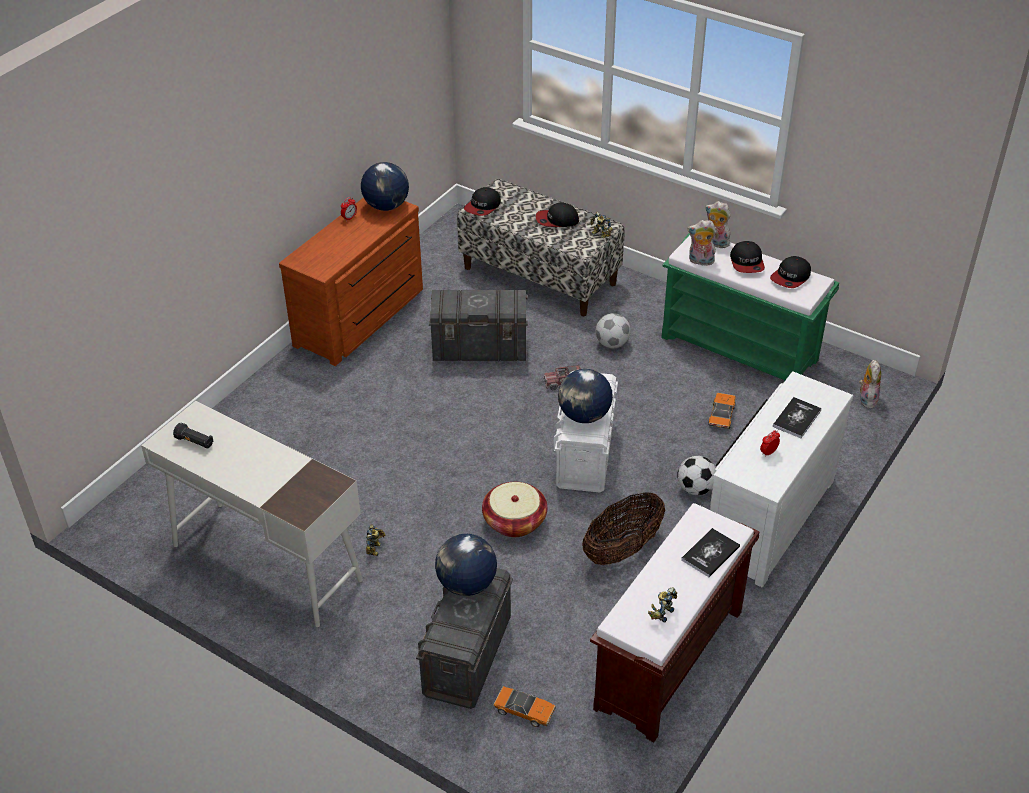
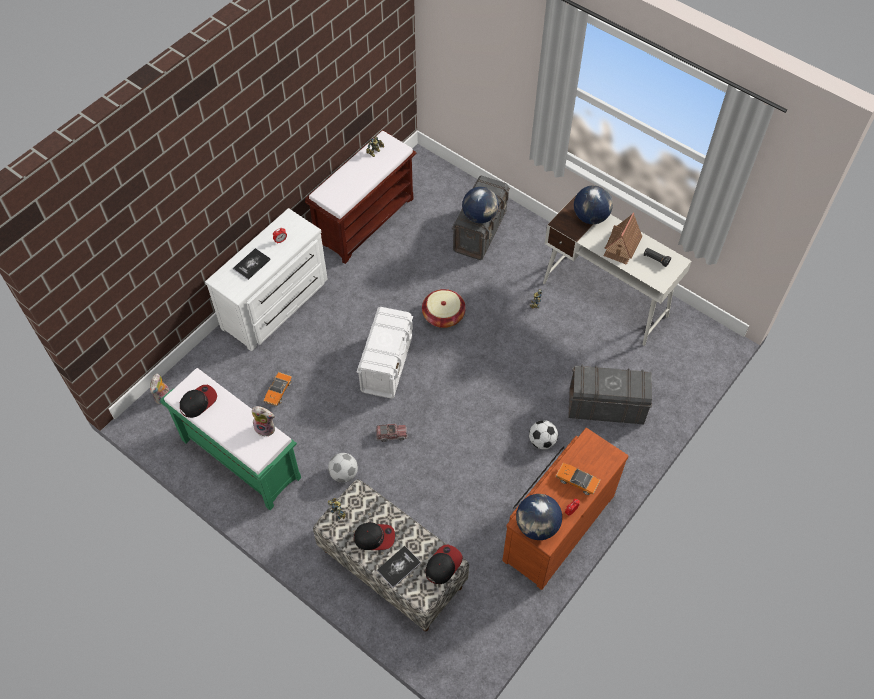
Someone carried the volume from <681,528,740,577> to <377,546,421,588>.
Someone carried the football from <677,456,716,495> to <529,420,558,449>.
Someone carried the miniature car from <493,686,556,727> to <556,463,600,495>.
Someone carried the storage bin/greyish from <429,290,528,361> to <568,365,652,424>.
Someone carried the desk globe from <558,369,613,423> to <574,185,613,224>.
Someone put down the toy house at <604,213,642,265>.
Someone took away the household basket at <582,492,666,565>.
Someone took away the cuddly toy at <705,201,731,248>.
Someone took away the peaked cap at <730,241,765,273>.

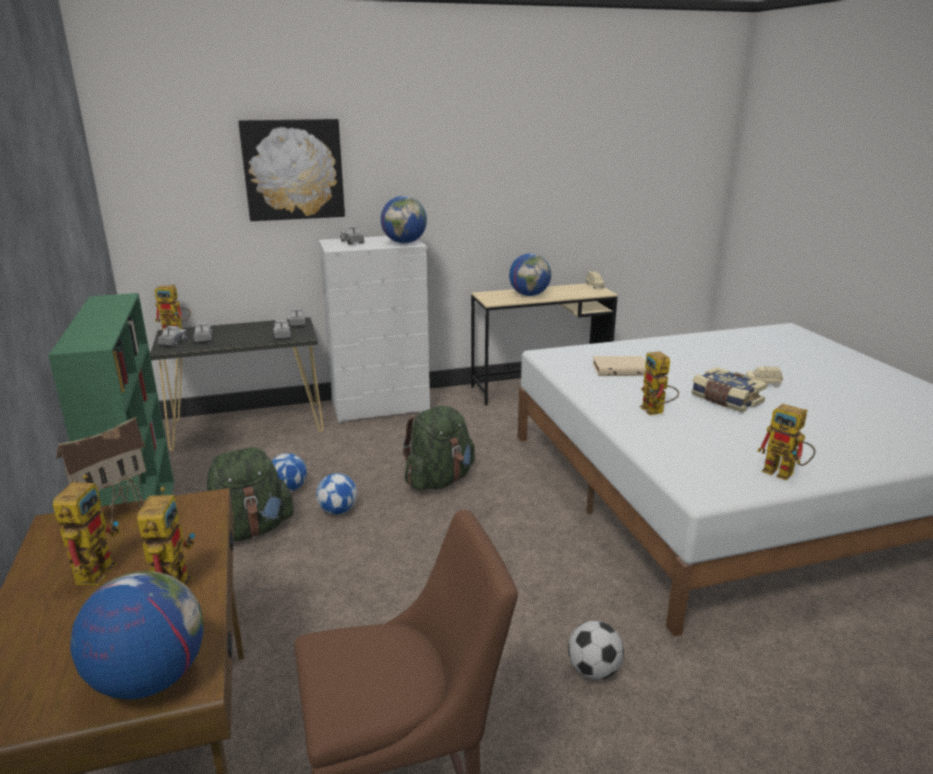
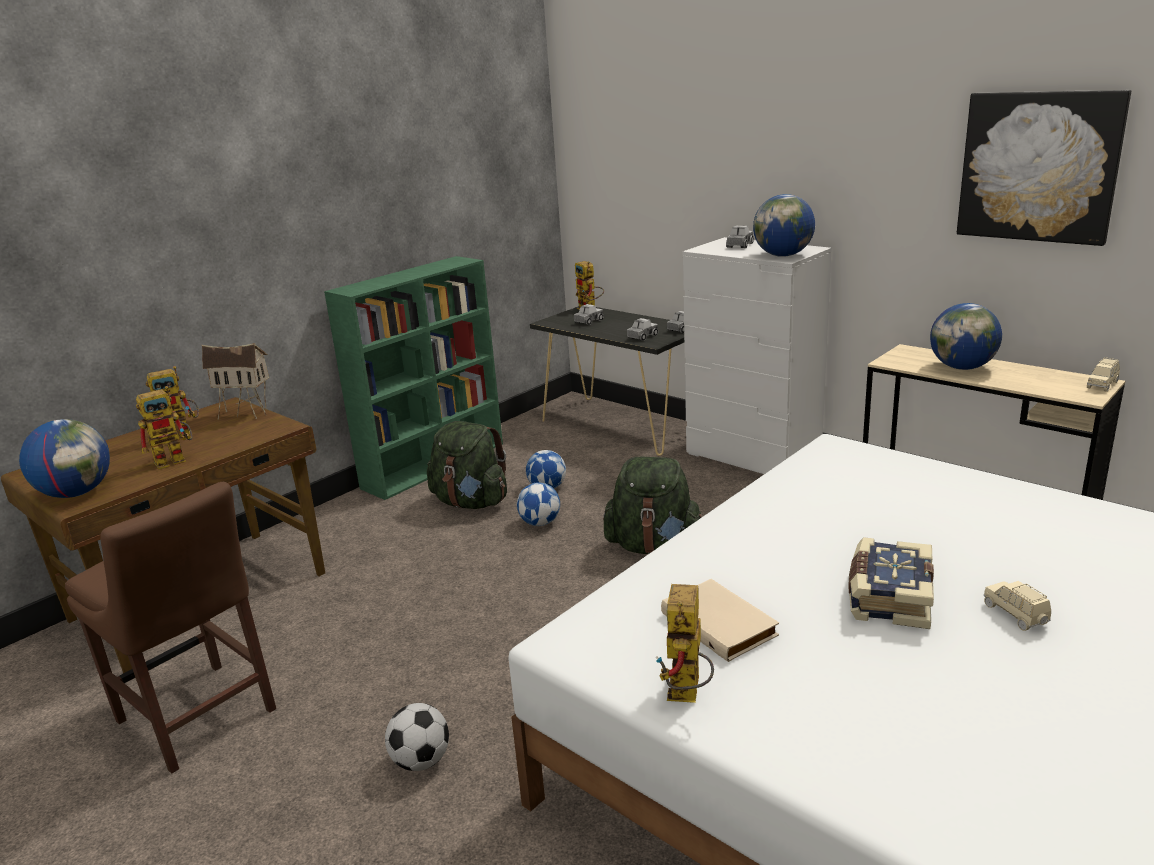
Someone carried the volume/sand-coloured from <592,356,646,376> to <661,579,779,662>.
Someone carried the picture from <238,119,345,221> to <957,90,1131,246>.
Someone took away the model truck at <158,326,188,346>.
Someone took away the toy robot at <640,351,679,415>.

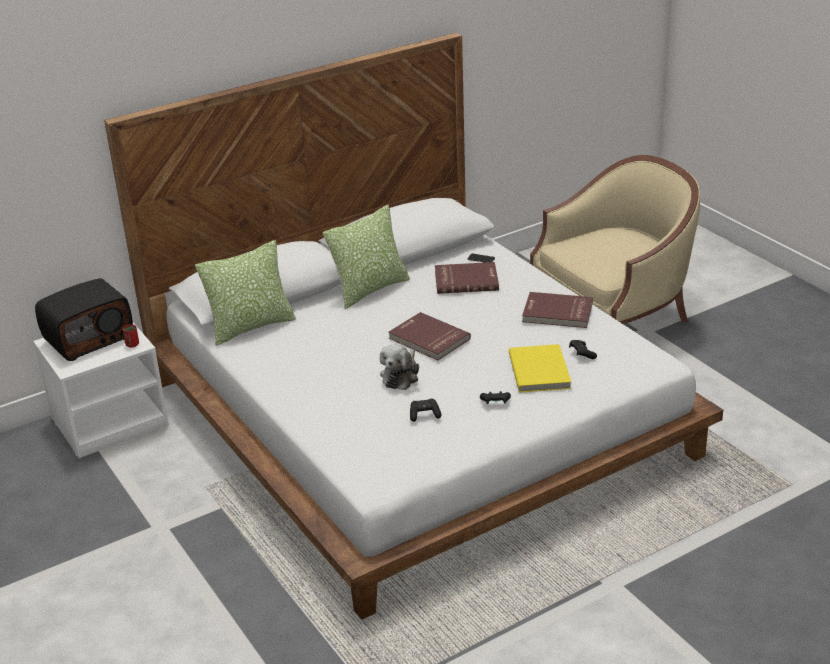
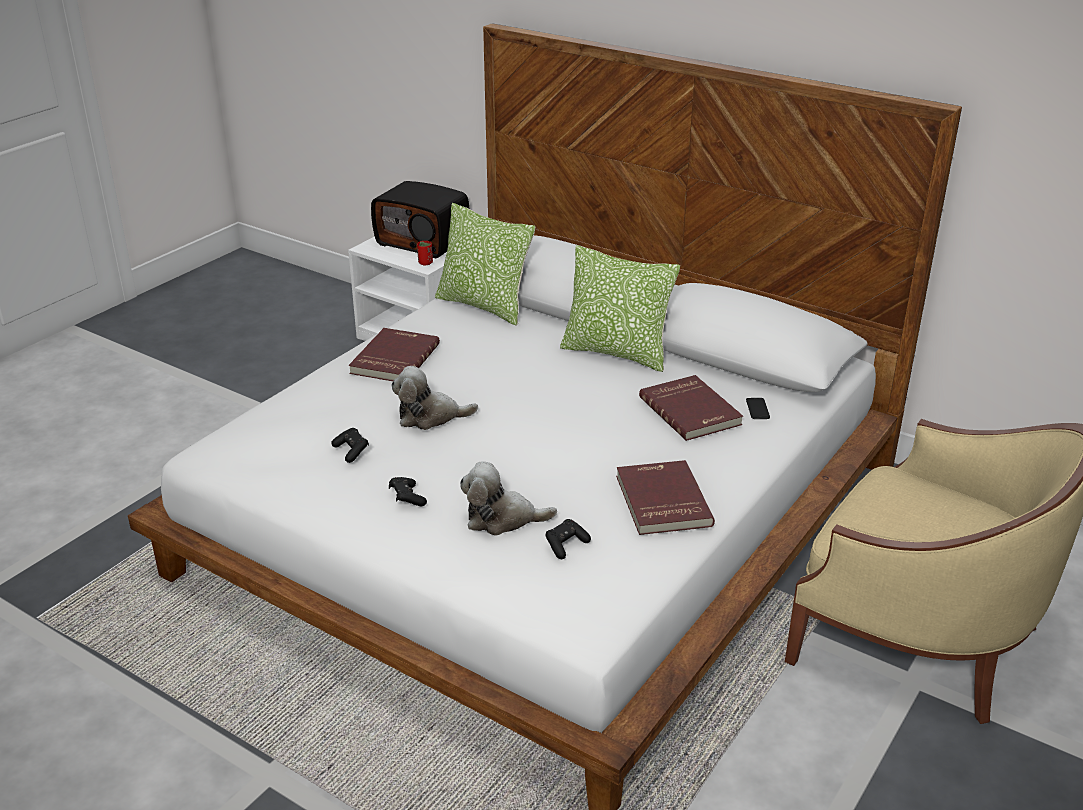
Someone carried the volume/red-coloured from <389,312,471,360> to <349,328,440,381>.
Someone swapped the volume/yellowish at <509,344,571,392> for the cuddly toy at <460,461,557,536>.

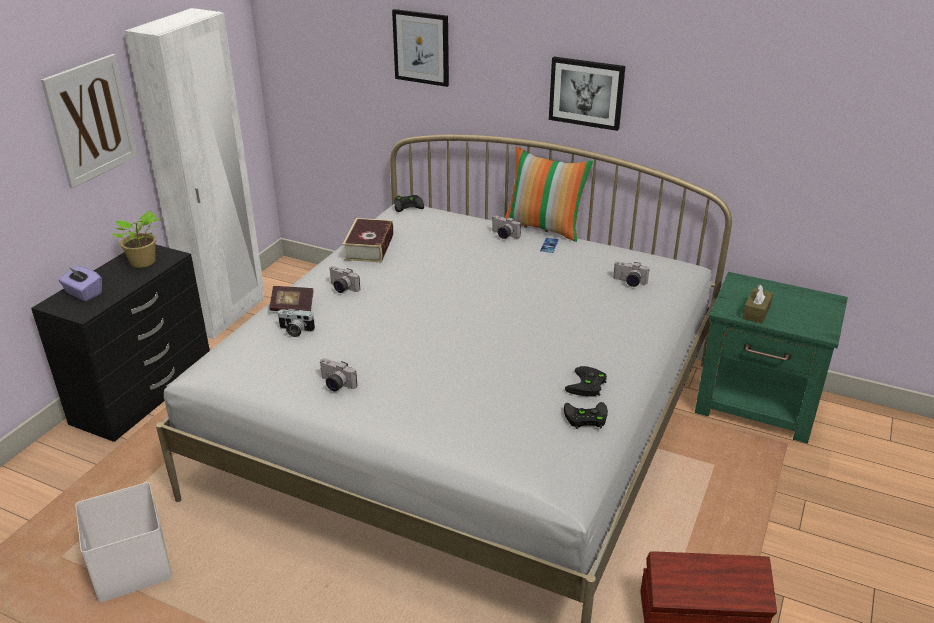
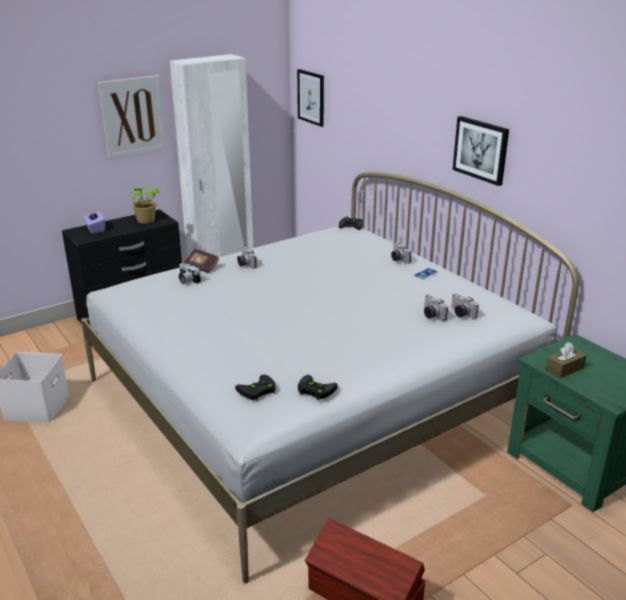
Someone carried the gamepad/black from <565,366,607,397> to <235,375,276,401>.
Someone carried the picture from <392,9,449,87> to <297,69,324,127>.
Someone carried the photo camera from <319,358,357,392> to <424,295,448,321>.
Someone took away the volume at <343,218,394,262>.
Someone took away the cushion at <505,147,593,242>.

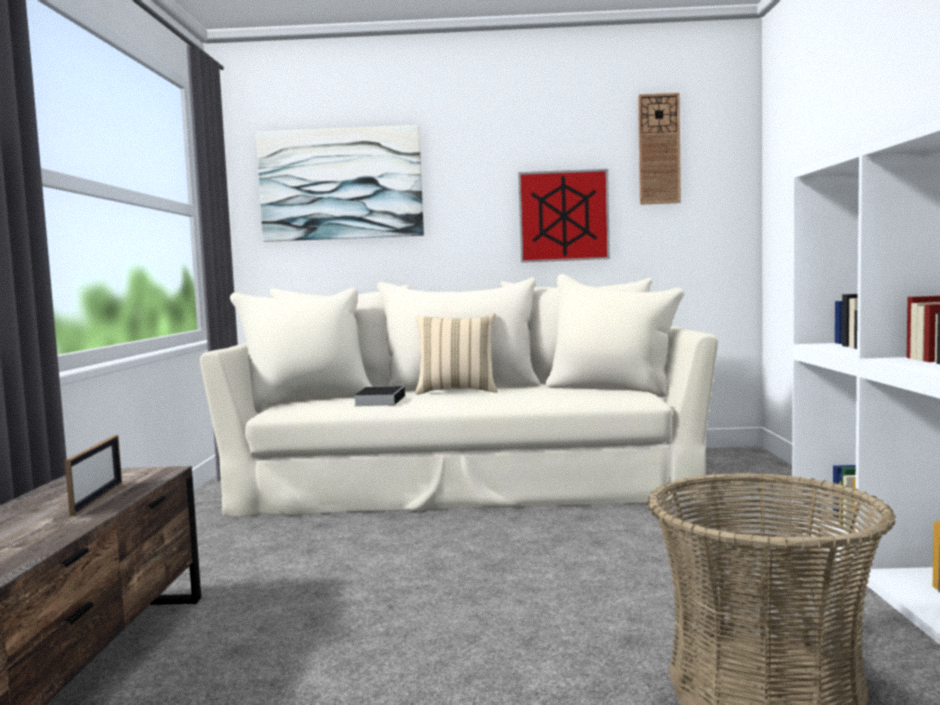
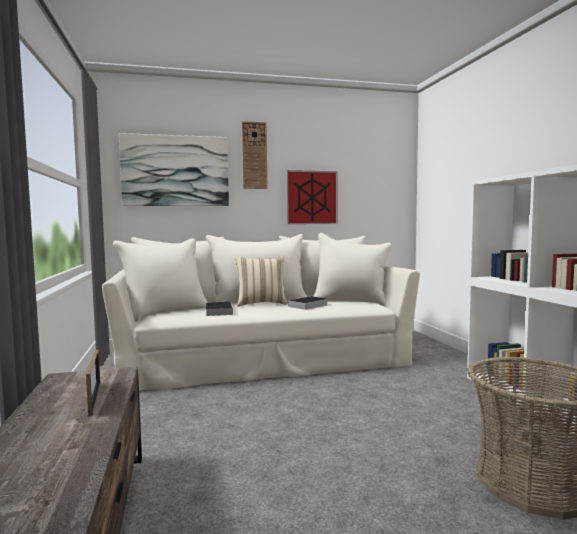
Someone carried the clock on the wall from <638,93,681,205> to <242,121,268,189>.
Someone put down the volume at <284,296,327,310>.

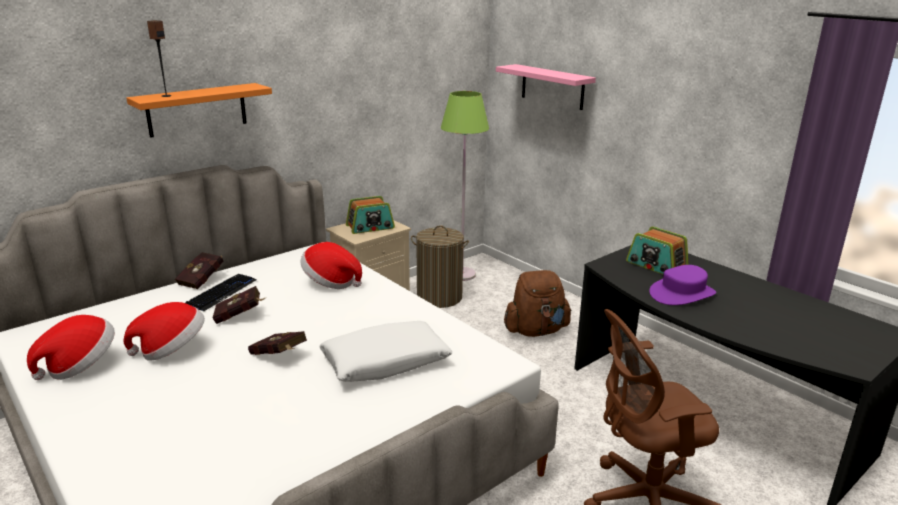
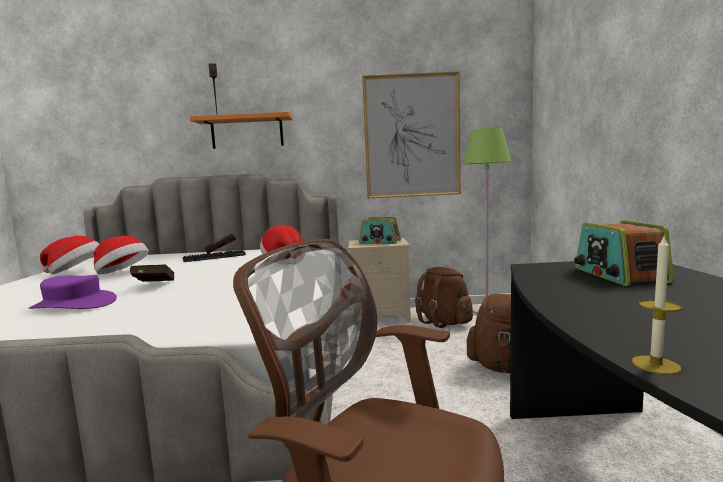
Someone carried the wearable hat/purplish from <649,265,716,305> to <29,275,117,309>.
Someone put up the picture at <362,71,461,198>.
Someone swapped the washing basket at <411,225,469,308> for the rucksack/brown-coloured at <415,267,473,328>.
Someone put down the candle at <632,234,682,375>.
Someone took away the volume/red-coloured at <213,286,265,324>.
Someone took away the cushion/white at <319,321,452,382>.
Someone took away the shelf/pink-coloured at <496,64,596,110>.

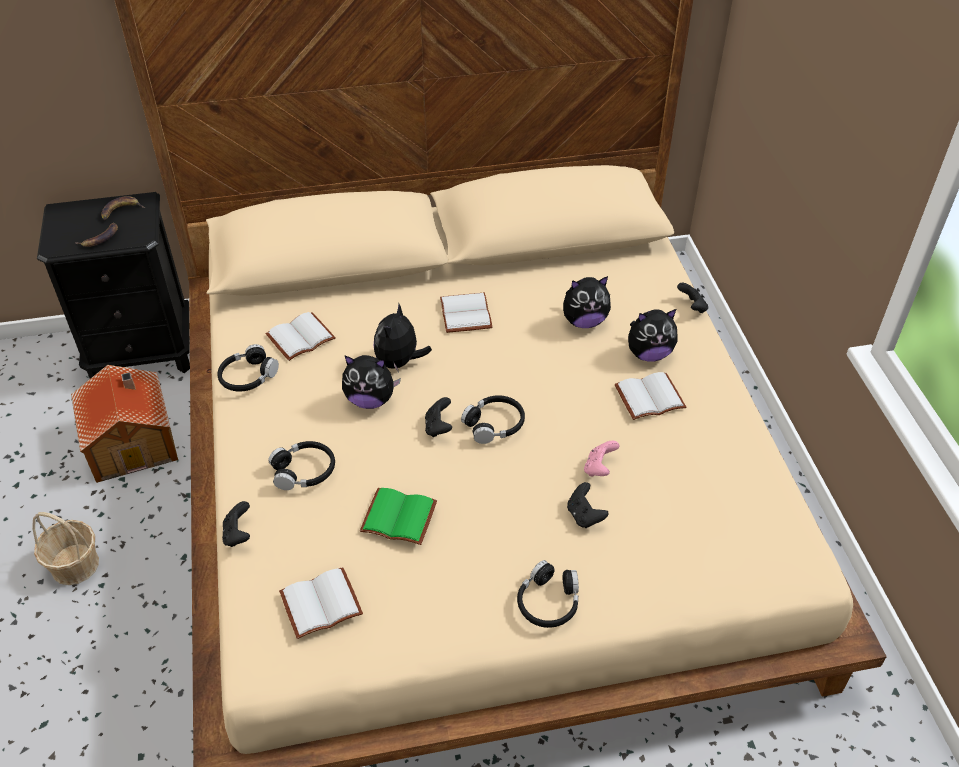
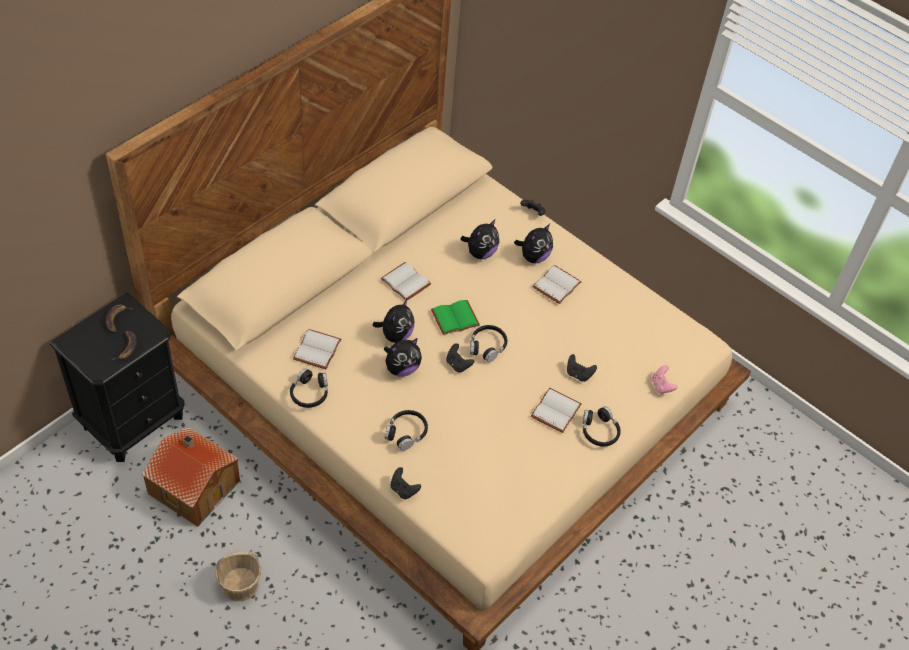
Someone rotated the cuddly toy at <374,304,432,372> by 135 degrees counterclockwise.
Someone carried the volume/green-coloured from <360,488,437,545> to <431,300,480,335>.
Someone carried the volume/white from <279,567,363,639> to <531,388,581,433>.
Someone carried the gamepad/pink-coloured from <584,440,619,476> to <652,365,678,394>.

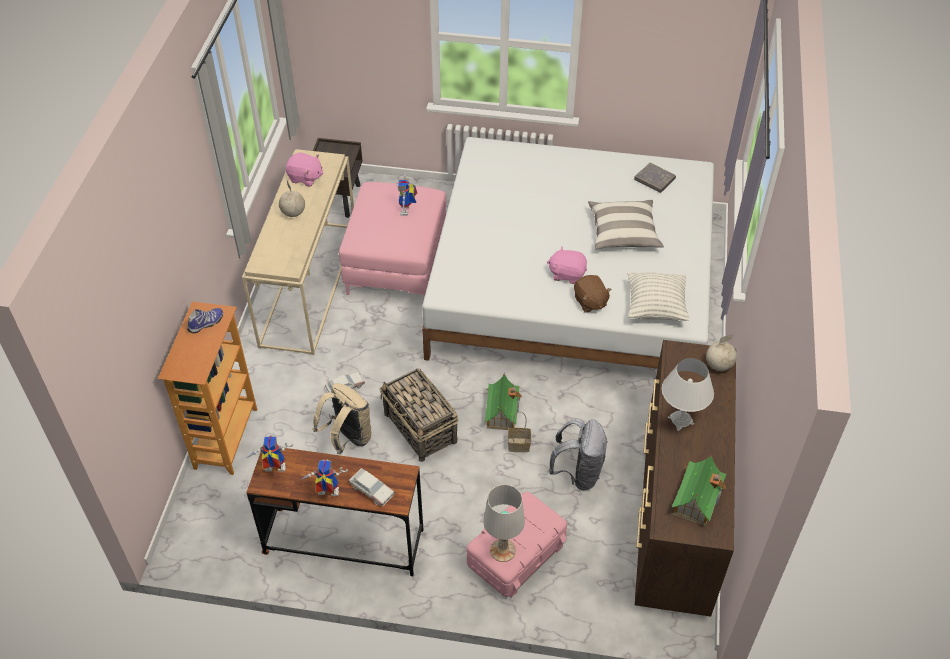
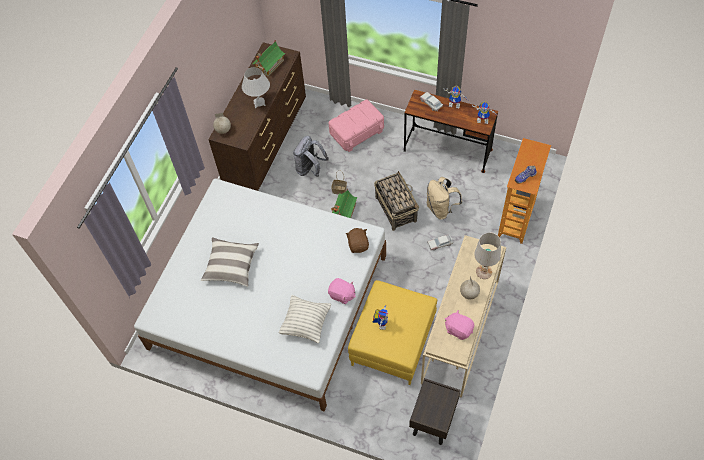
Someone carried the cushion from <628,272,689,321> to <279,295,331,343>.
Someone carried the cuddly toy/pink-coloured from <547,246,587,284> to <328,278,356,304>.
Someone carried the cuddly toy/brown-coloured from <574,275,612,313> to <346,228,369,253>.
Someone repainted the pouffe/pink-coloured at <339,182,446,297>, which became the pouffe/yellowish at <348,280,437,385>.
Someone carried the tabletop lamp/white from <483,484,525,562> to <474,232,501,279>.
Someone took away the volume/greyish at <634,163,676,193>.

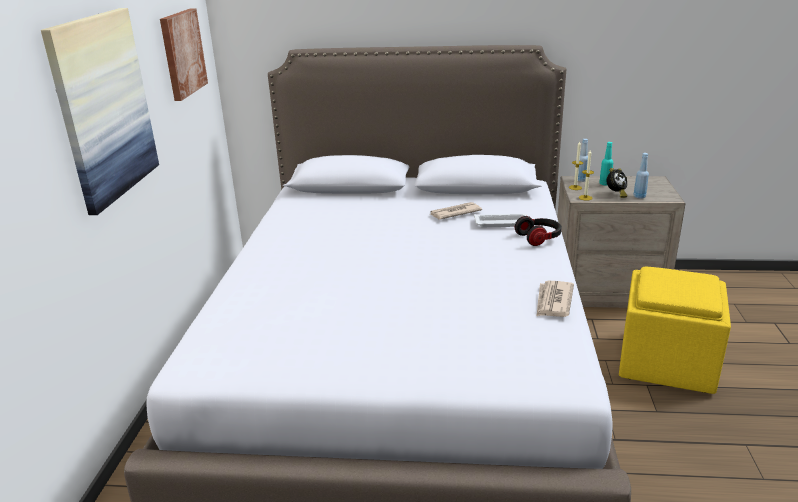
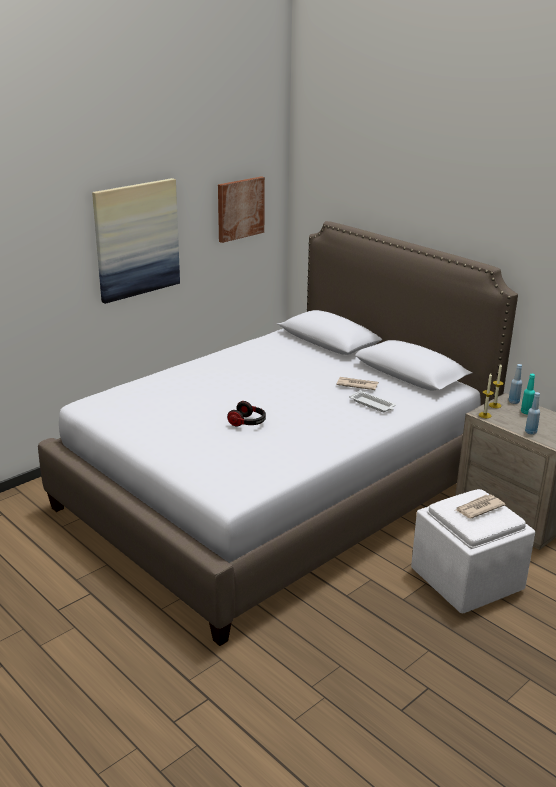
Someone carried the headphones from <515,216,562,246> to <227,401,266,426>.
Someone repainted the pouffe/yellowish at <619,267,731,394>, which became the pouffe/white at <411,489,535,613>.
Someone carried the printed paper from <536,281,574,317> to <455,495,506,518>.
Someone took away the alarm clock at <607,168,628,198>.

